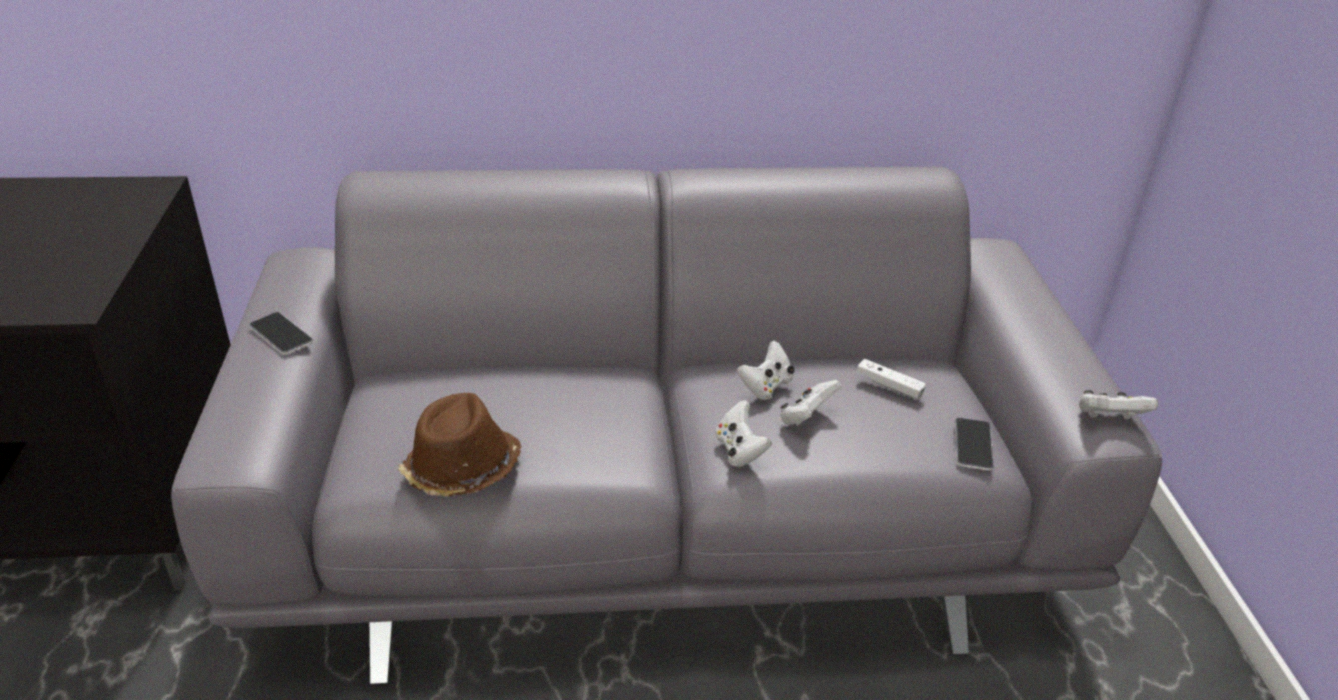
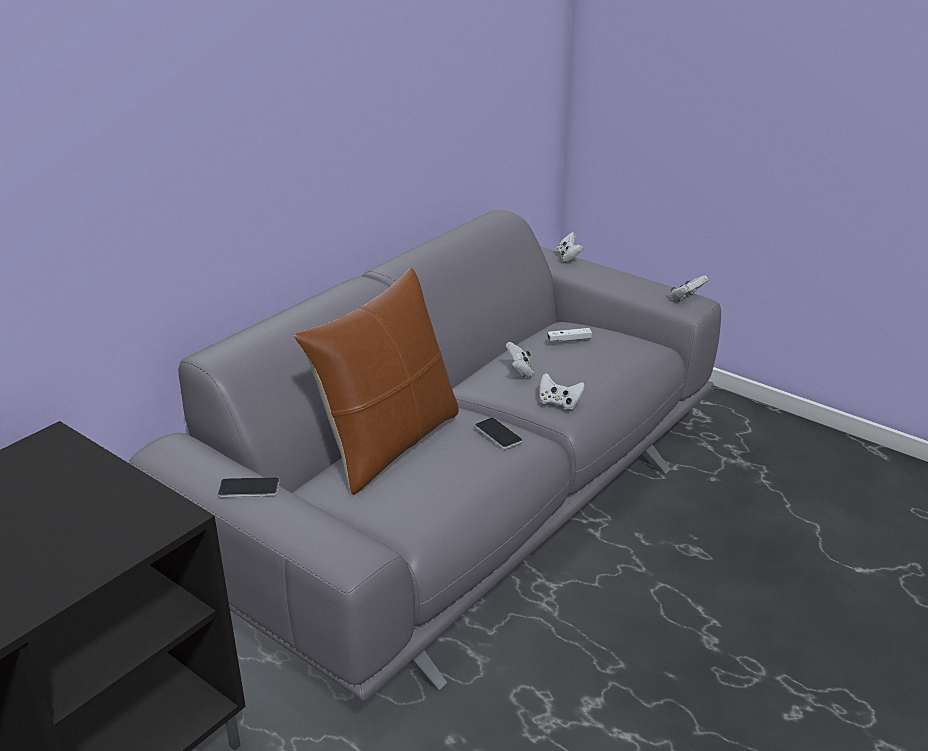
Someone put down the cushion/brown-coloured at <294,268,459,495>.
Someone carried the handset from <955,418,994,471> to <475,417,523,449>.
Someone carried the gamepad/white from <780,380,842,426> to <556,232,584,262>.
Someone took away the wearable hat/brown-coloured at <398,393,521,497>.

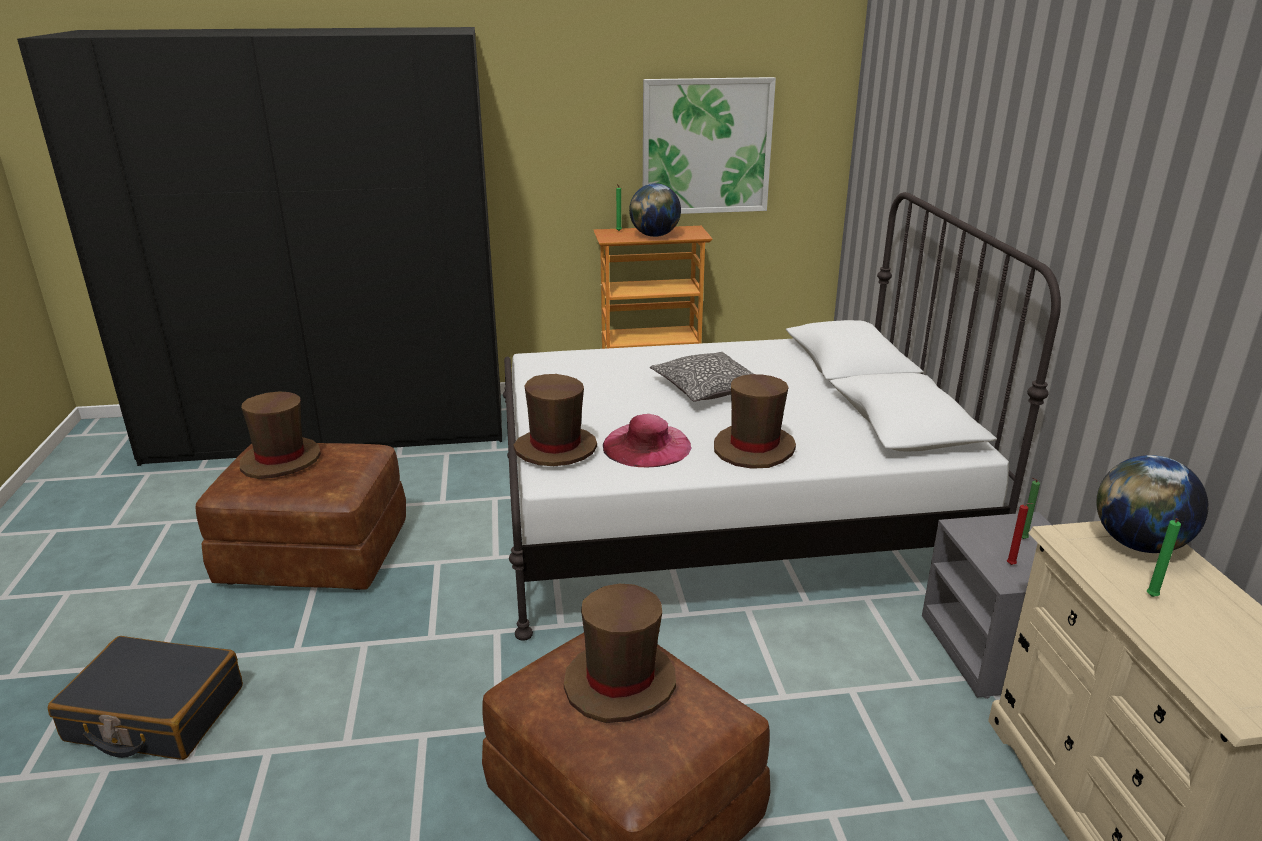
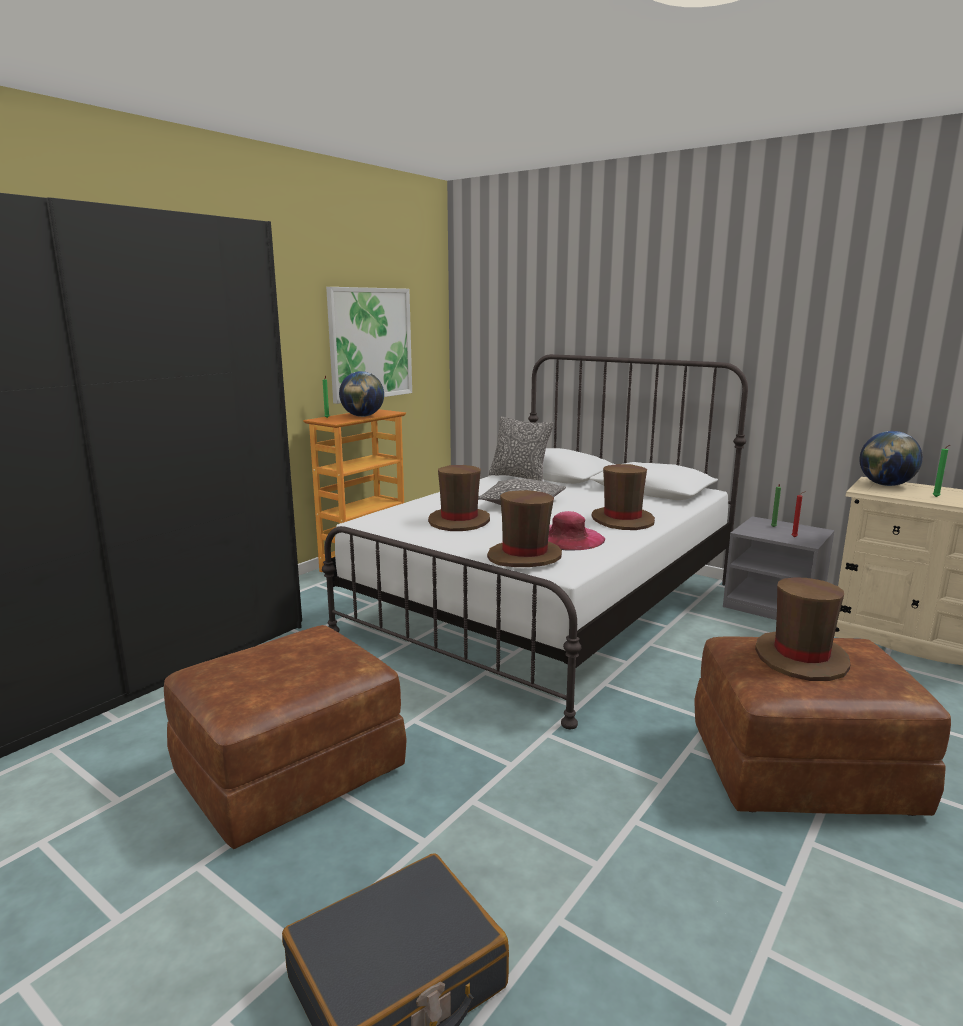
Someone carried the wearable hat/brown-coloured from <240,392,321,479> to <428,465,490,531>.
Someone put down the cushion at <489,416,554,481>.

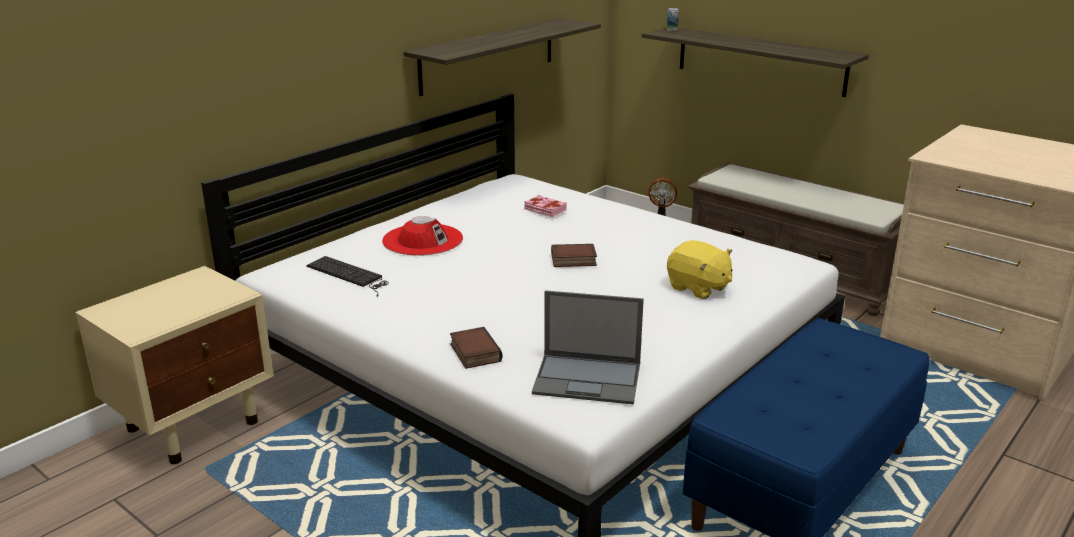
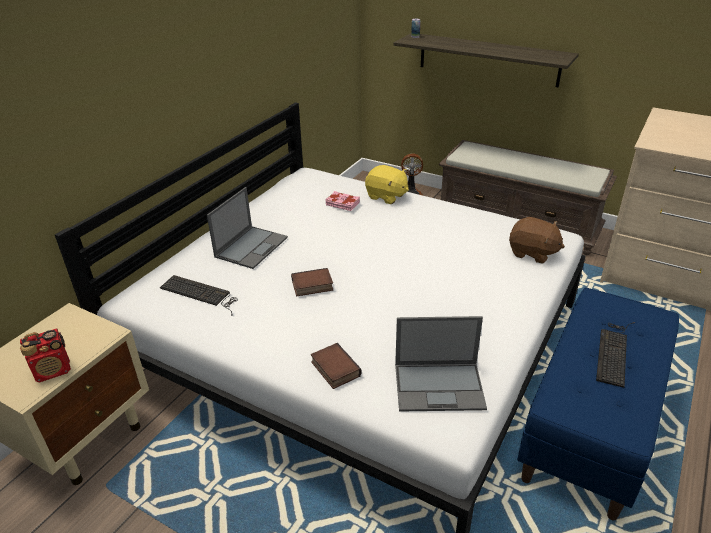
Someone put down the radio receiver at <20,328,71,383>.
Someone swapped the wearable hat/red-coloured at <382,216,463,256> for the laptop at <207,187,288,269>.
Someone carried the volume from <551,244,597,267> to <291,268,334,296>.
Someone carried the cuddly toy/yellowish from <667,240,732,299> to <365,165,409,204>.
Someone put down the cuddly toy/brown-coloured at <509,217,565,264>.
Someone put down the computer keyboard at <596,322,635,388>.
Someone took away the shelf at <404,18,601,96>.

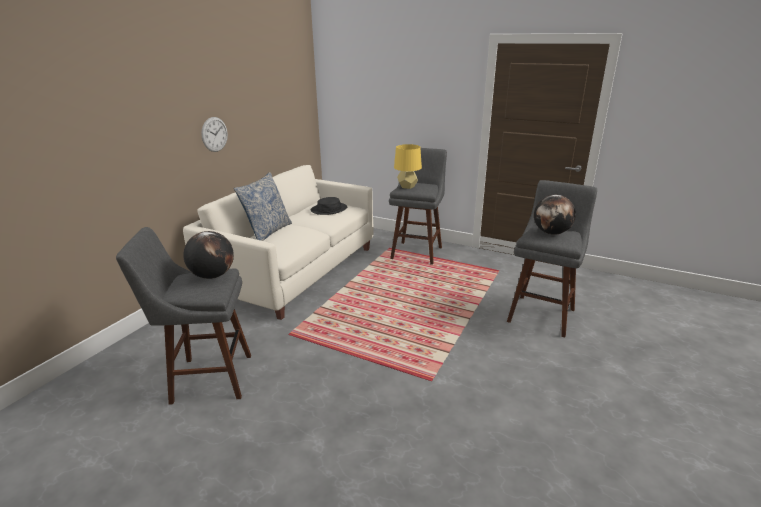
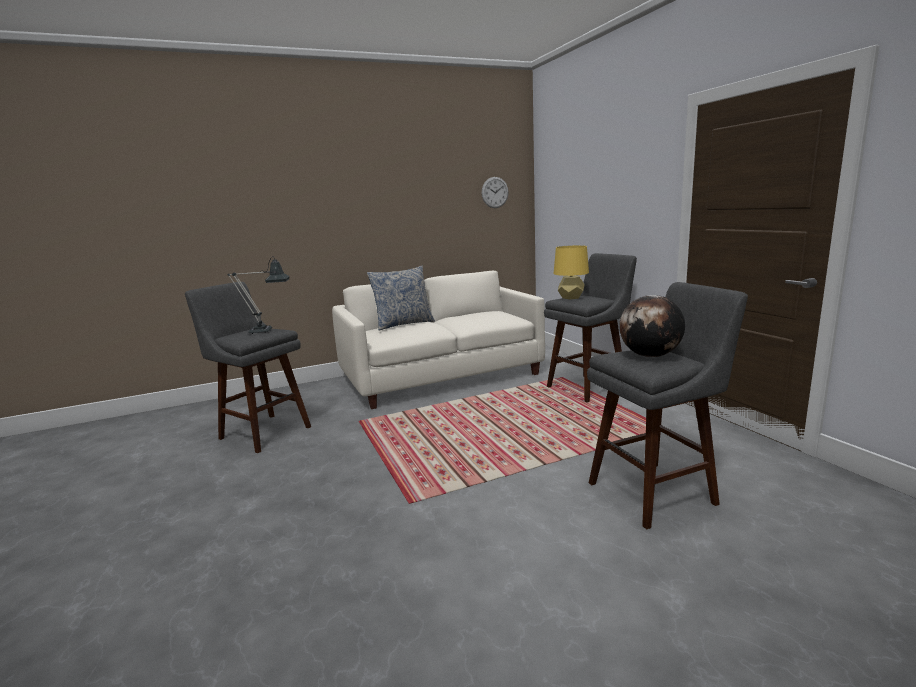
Someone swapped the desk globe at <183,231,234,279> for the tabletop lamp at <227,256,289,334>.
Someone carried the clock on the wall from <201,117,228,152> to <482,177,509,208>.
Someone took away the wearable hat/black at <311,197,347,215>.

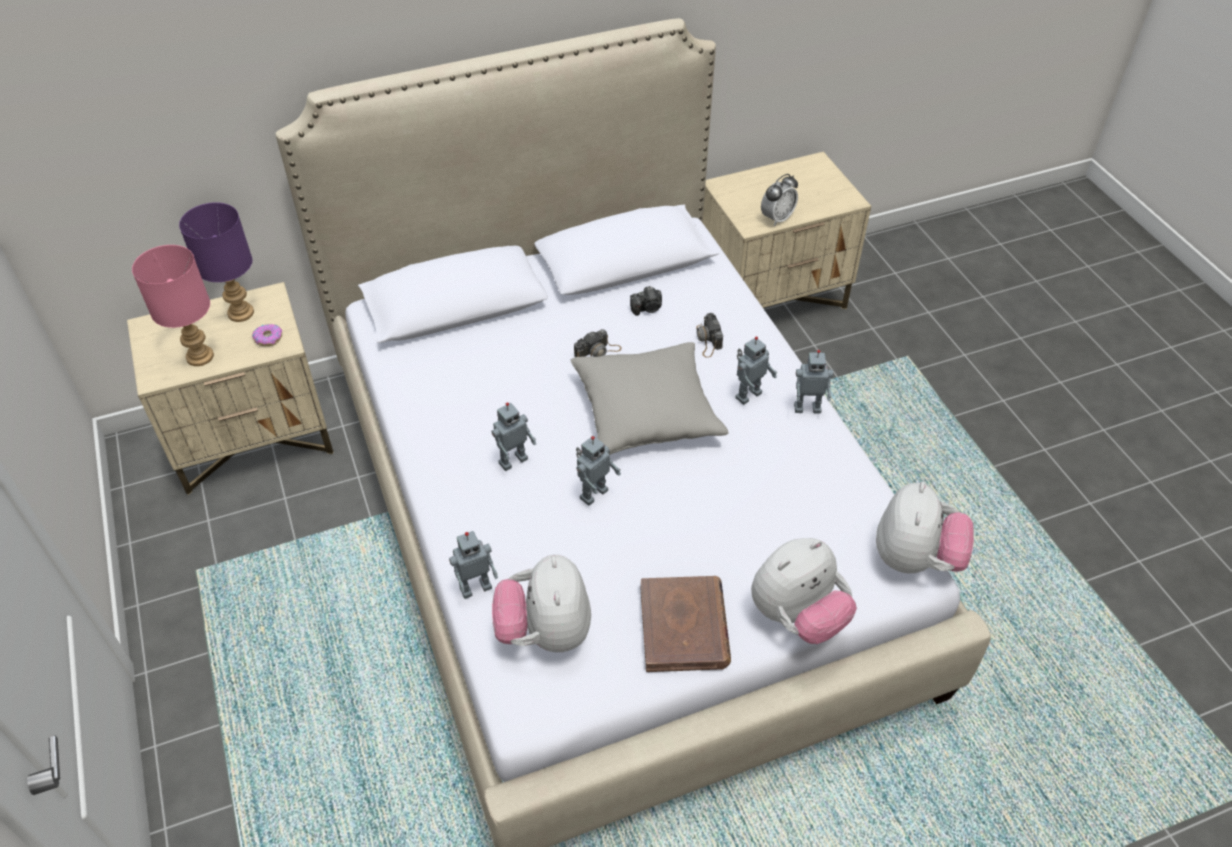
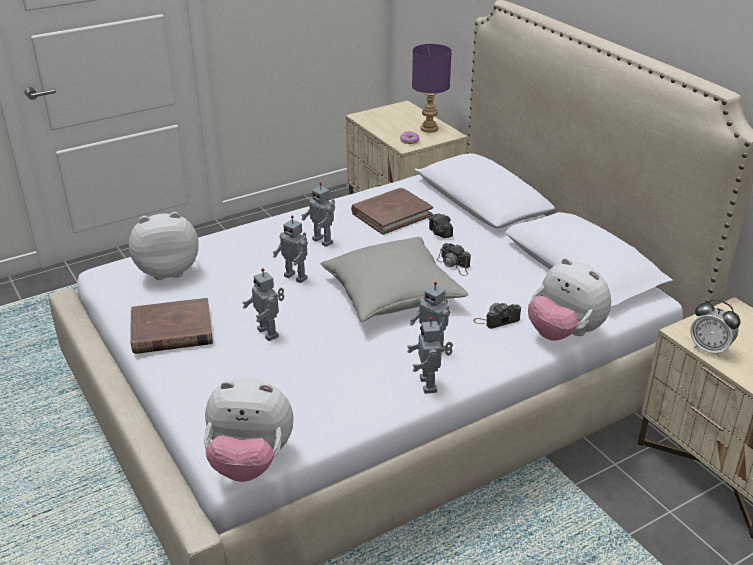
Someone carried the toy robot from <449,531,498,599> to <242,268,284,341>.
Someone put down the volume/brown-coloured at <351,188,433,235>.
Someone carried the photo camera from <630,286,662,316> to <429,213,453,238>.
Someone carried the cuddly toy from <751,538,857,644> to <528,258,611,341>.
Someone took away the tabletop lamp/pink-coloured at <132,245,214,366>.

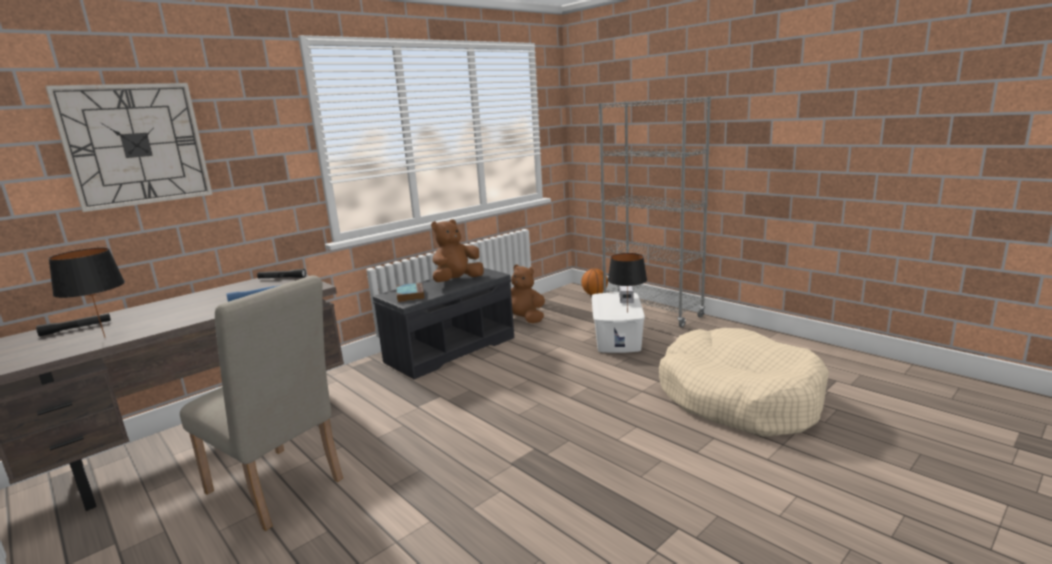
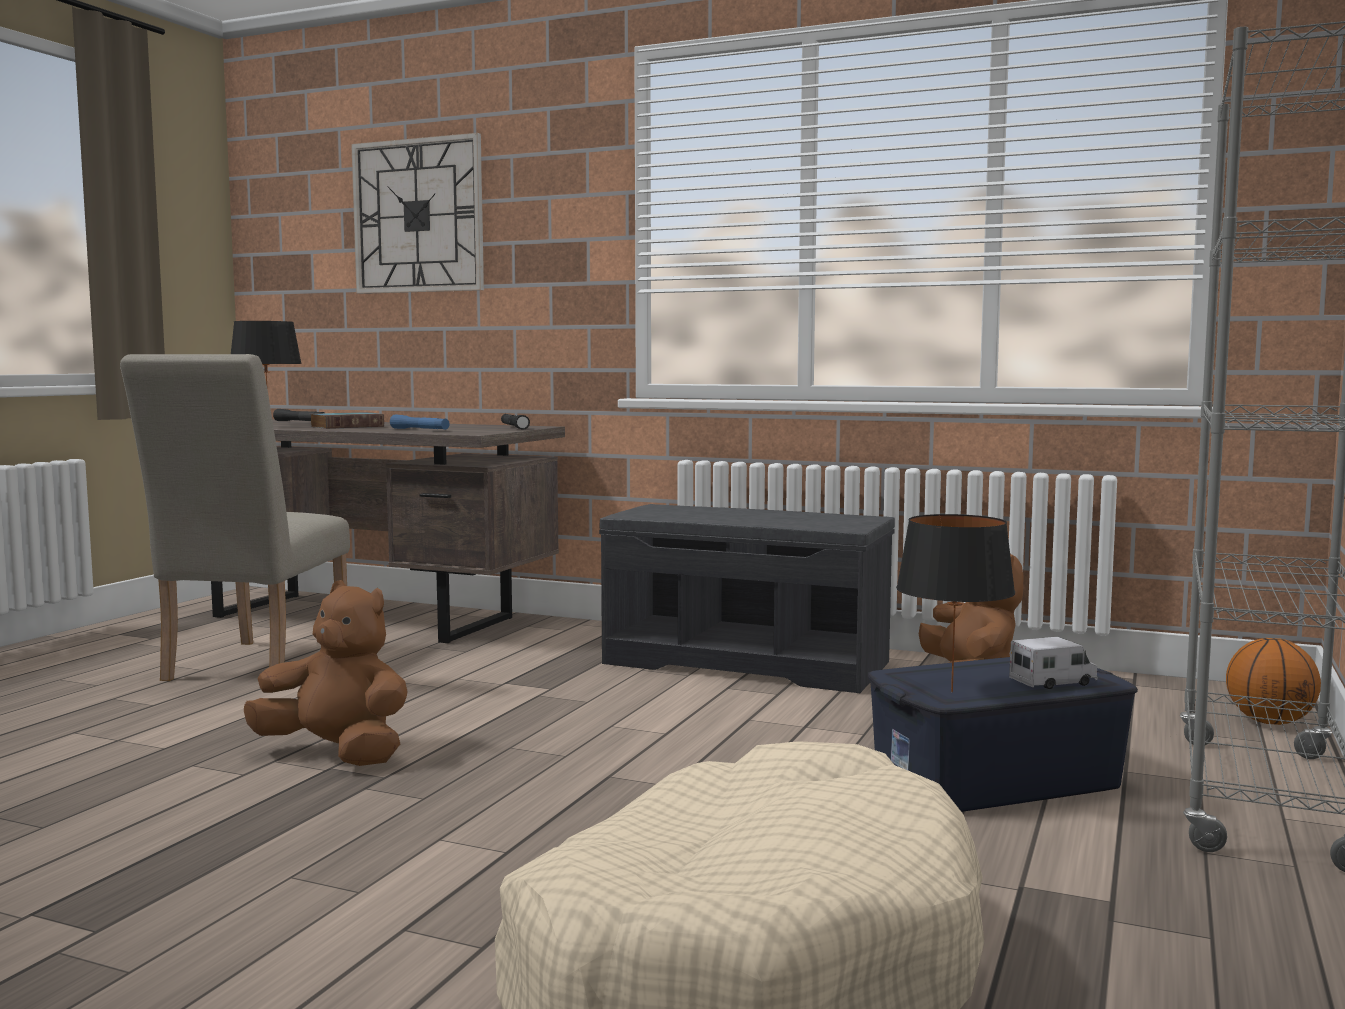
Someone carried the cuddly toy/brown-coloured from <431,219,484,282> to <244,580,408,766>.
Someone carried the volume from <396,282,425,302> to <310,412,384,429>.
Someone repainted the storage bin/white at <592,292,645,353>, which became the storage bin/blue at <868,657,1138,812>.

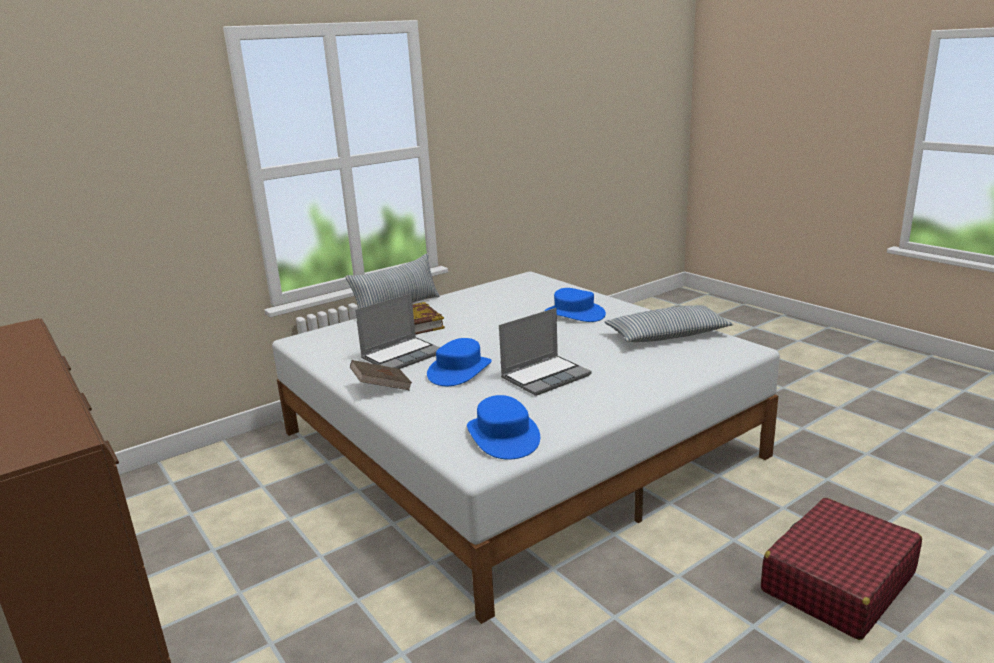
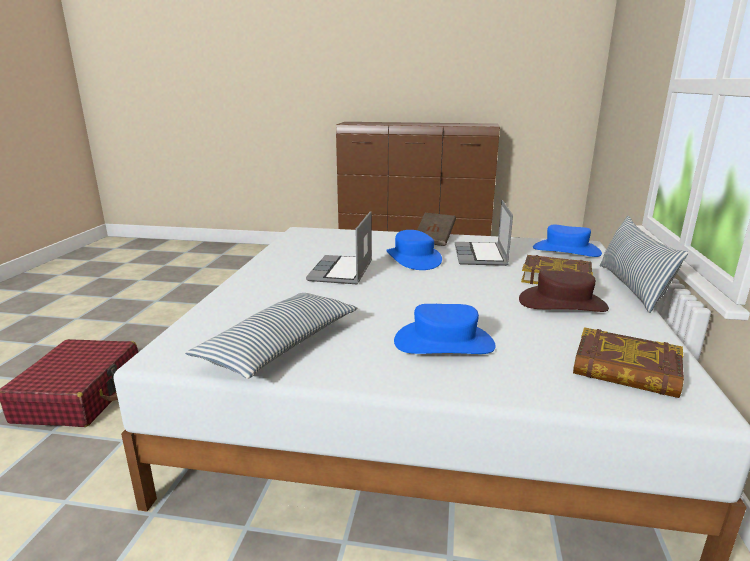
Someone put down the wearable hat/brown-coloured at <519,270,609,312>.
Someone carried the wearable hat/blue from <467,395,540,460> to <533,225,602,257>.
Someone put down the volume at <573,327,684,398>.

